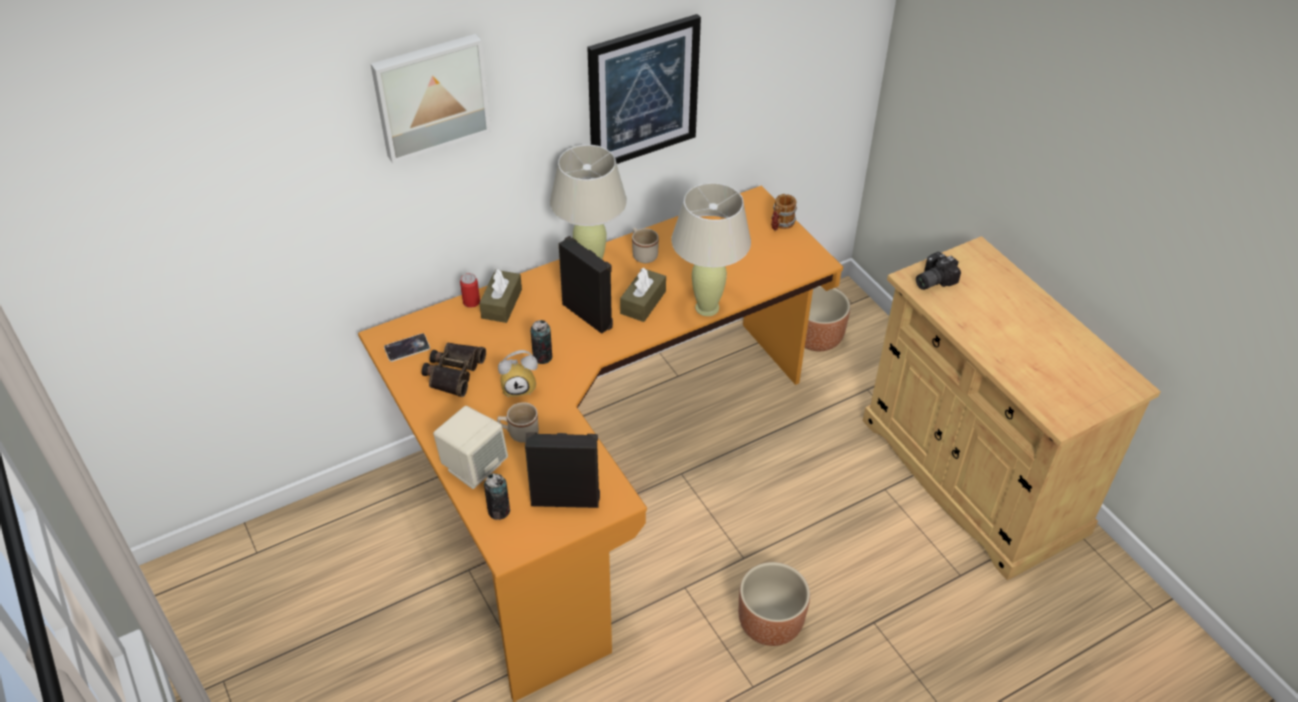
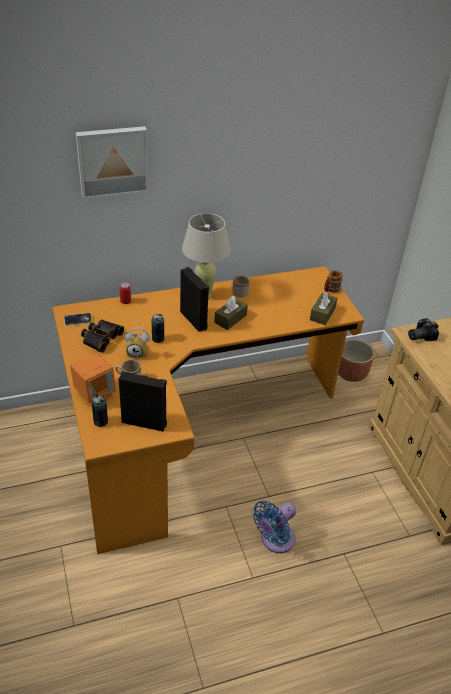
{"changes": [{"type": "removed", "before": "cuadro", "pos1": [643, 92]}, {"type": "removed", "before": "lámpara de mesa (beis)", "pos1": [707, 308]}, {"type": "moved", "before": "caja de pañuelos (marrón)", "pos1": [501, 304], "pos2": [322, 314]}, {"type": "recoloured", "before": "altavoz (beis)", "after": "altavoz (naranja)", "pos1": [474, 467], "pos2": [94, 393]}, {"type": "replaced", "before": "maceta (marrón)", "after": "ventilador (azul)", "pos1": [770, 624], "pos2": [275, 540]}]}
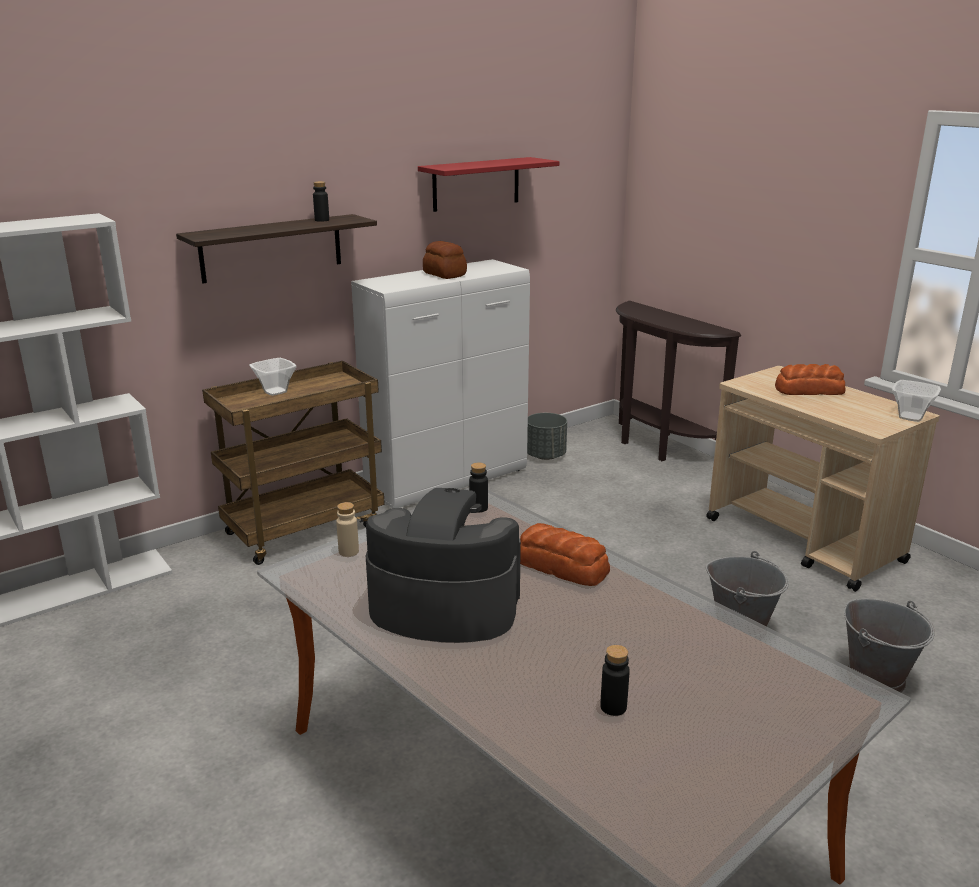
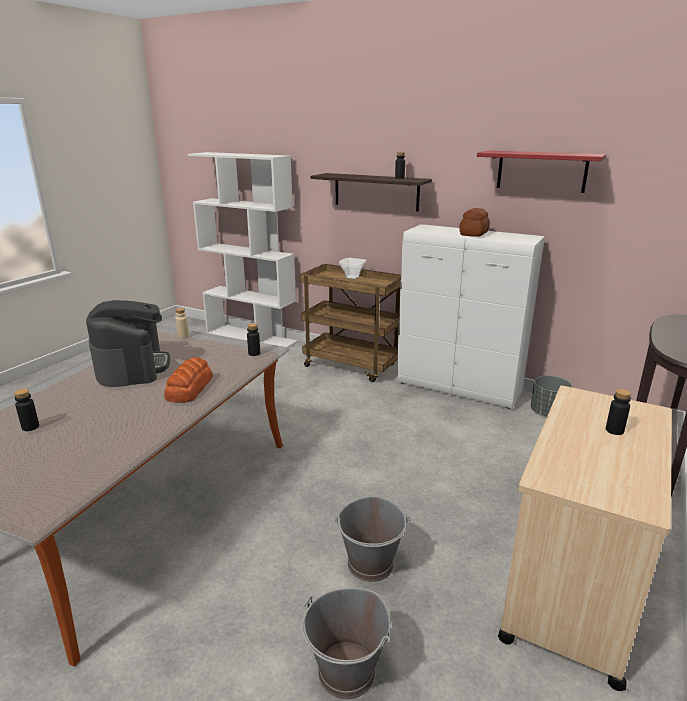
{"changes": [{"type": "replaced", "before": "pan", "after": "botella (negro)", "pos1": [808, 390], "pos2": [614, 430]}, {"type": "removed", "before": "cuenco", "pos1": [909, 417]}]}
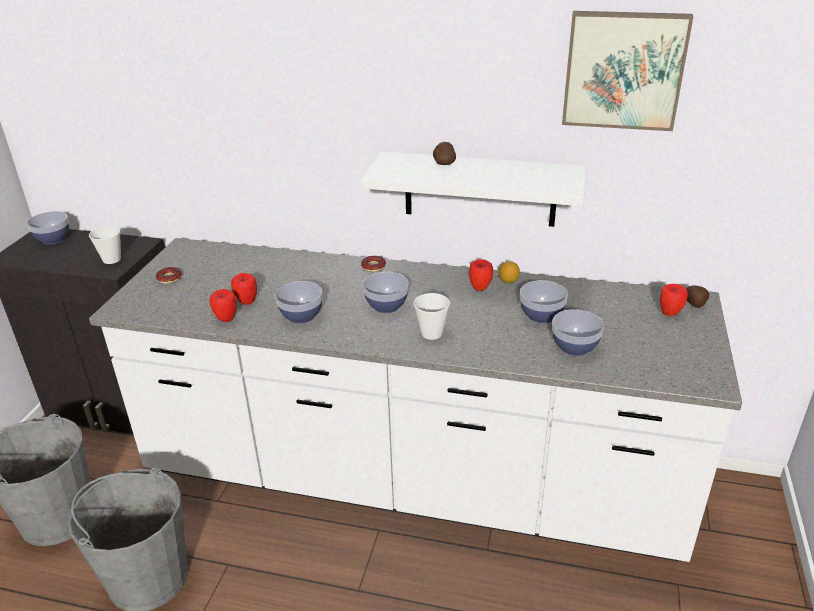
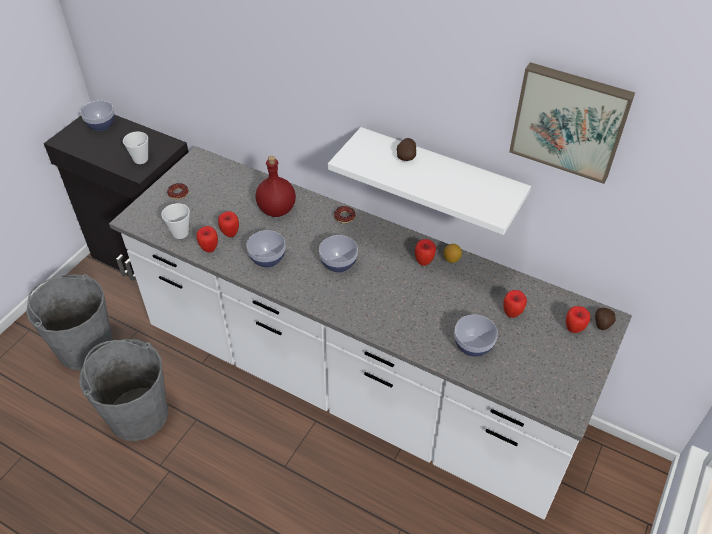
{"changes": [{"type": "removed", "before": "cuenco", "pos1": [541, 315]}, {"type": "moved", "before": "taza", "pos1": [431, 333], "pos2": [180, 233]}, {"type": "added", "after": "botella (rojo)", "pos2": [277, 210]}, {"type": "added", "after": "manzana", "pos2": [512, 313]}]}
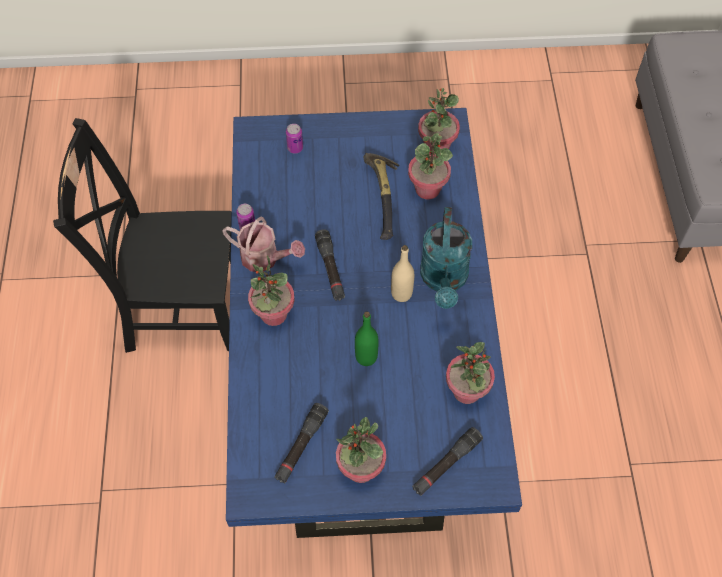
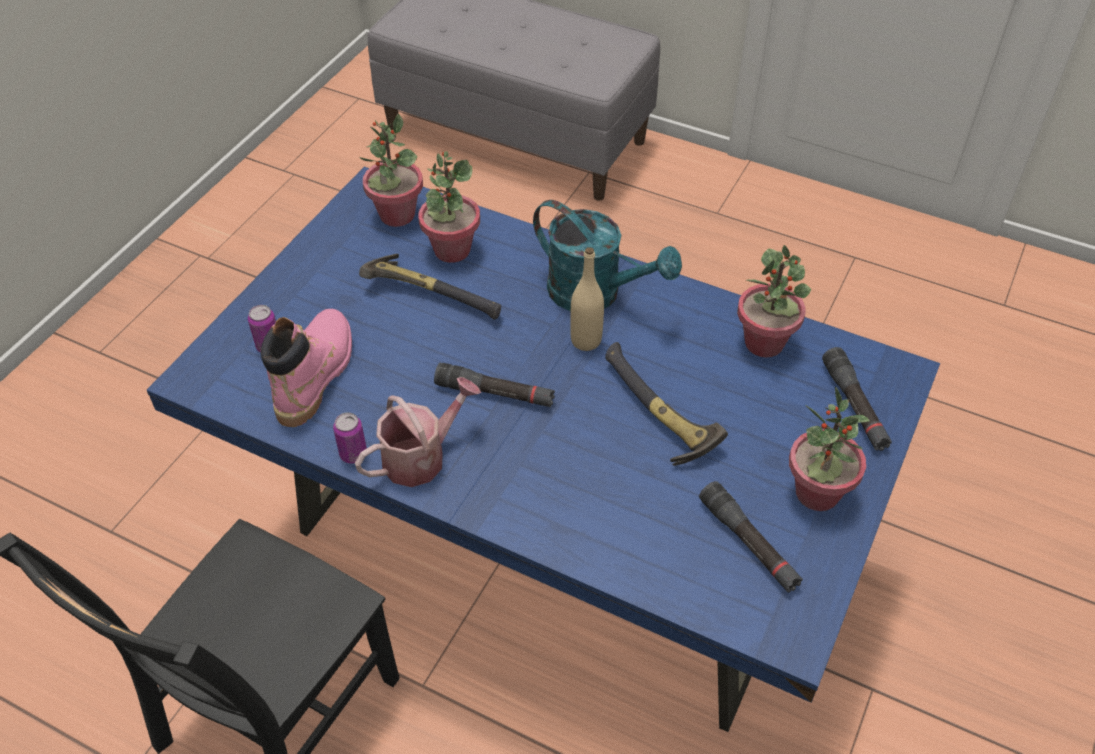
{"changes": [{"type": "removed", "before": "planta en maceta", "pos1": [273, 314]}, {"type": "replaced", "before": "botella (verde)", "after": "martillo", "pos1": [366, 357], "pos2": [655, 415]}, {"type": "added", "after": "bota (rosa)", "pos2": [315, 374]}]}
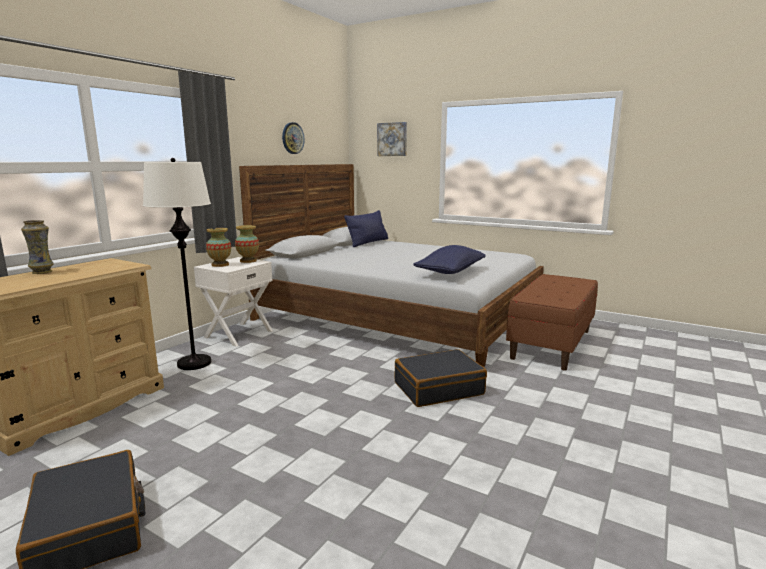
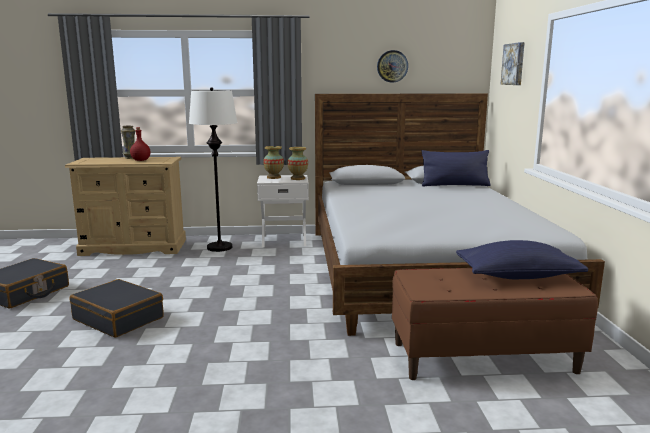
{"changes": [{"type": "moved", "before": "cojín (azul)", "pos1": [450, 271], "pos2": [517, 276]}, {"type": "moved", "before": "maleta (negro)", "pos1": [438, 388], "pos2": [119, 318]}, {"type": "added", "after": "botella (rojo)", "pos2": [140, 160]}]}
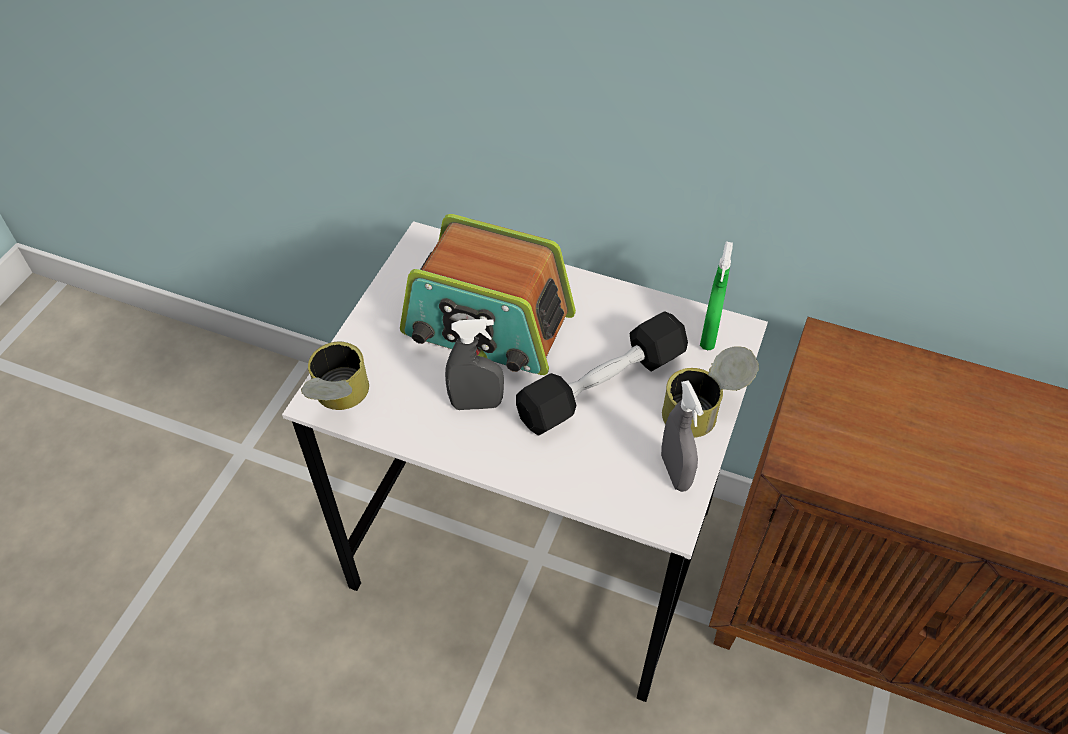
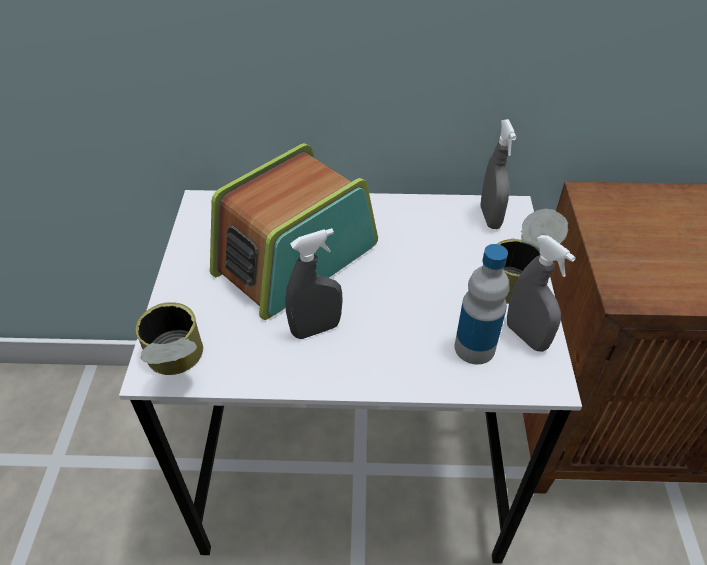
{"changes": [{"type": "turned", "before": "radio", "pos1": [488, 326], "pos2": [295, 259], "turn": 135}, {"type": "recoloured", "before": "pulverizador (verde)", "after": "pulverizador (gris)", "pos1": [709, 335], "pos2": [490, 217]}, {"type": "removed", "before": "mancuerna (negro)", "pos1": [601, 386]}, {"type": "added", "after": "botella", "pos2": [474, 348]}]}
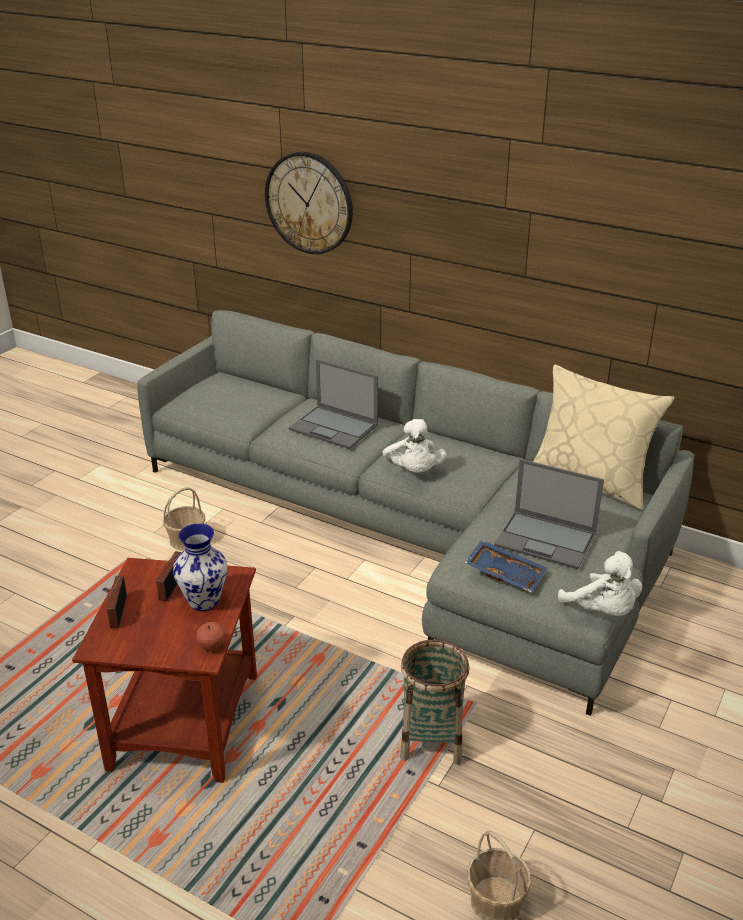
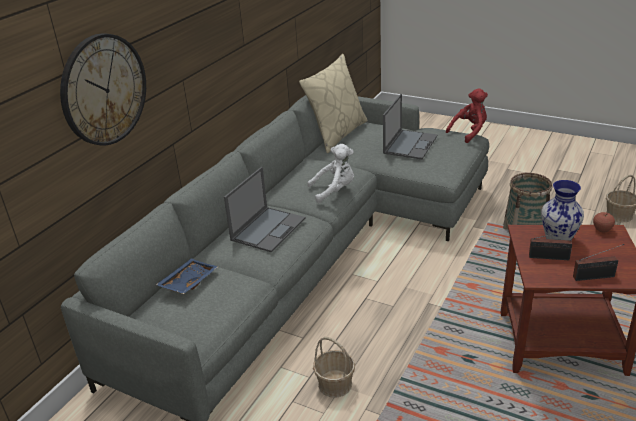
{"changes": [{"type": "moved", "before": "bandeja (azul)", "pos1": [505, 573], "pos2": [188, 282]}, {"type": "recoloured", "before": "peluche (blanco)", "after": "peluche (rojo)", "pos1": [603, 611], "pos2": [469, 132]}]}
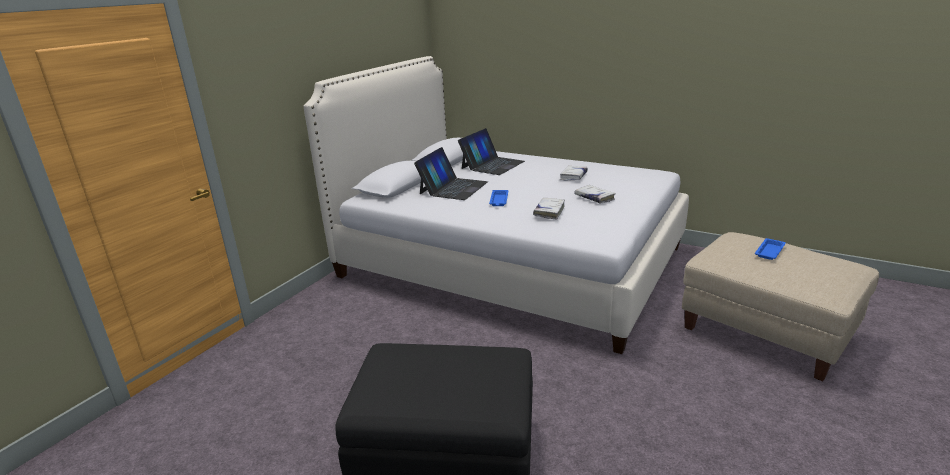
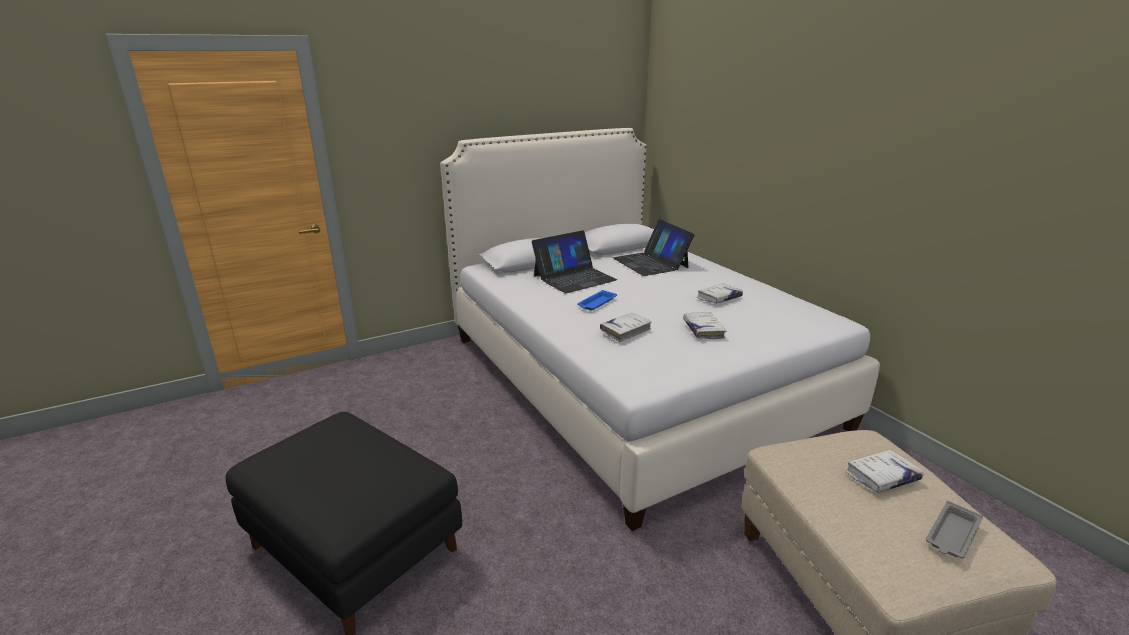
{"changes": [{"type": "turned", "before": "portátil", "pos1": [492, 165], "pos2": [650, 263], "turn": 90}, {"type": "replaced", "before": "bandeja (azul)", "after": "libro (blanco)", "pos1": [770, 251], "pos2": [882, 477]}, {"type": "added", "after": "bandeja (gris)", "pos2": [952, 534]}]}
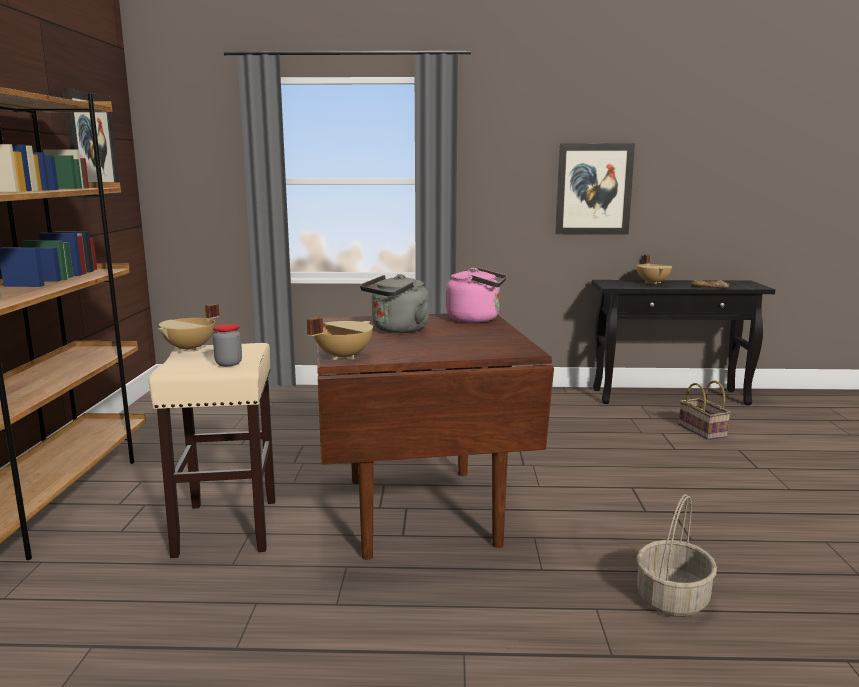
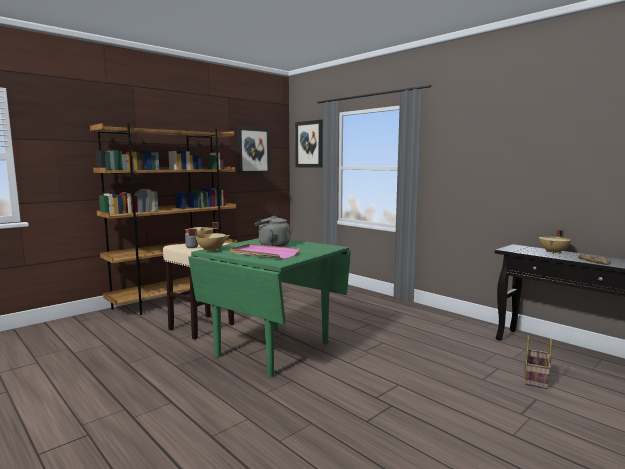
{"changes": [{"type": "moved", "before": "cuadro", "pos1": [593, 189], "pos2": [309, 144]}, {"type": "removed", "before": "hervidor (rosa)", "pos1": [476, 319]}, {"type": "recoloured", "before": "mesa de comedor (marrón)", "after": "mesa de comedor (verde)", "pos1": [422, 510], "pos2": [274, 349]}, {"type": "removed", "before": "cesta", "pos1": [672, 598]}, {"type": "added", "after": "bandeja (rosa)", "pos2": [263, 254]}]}
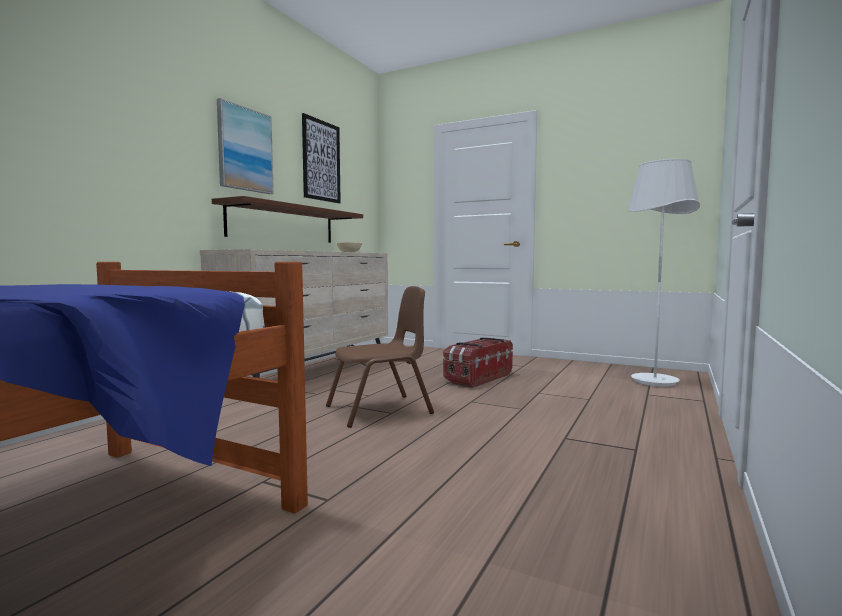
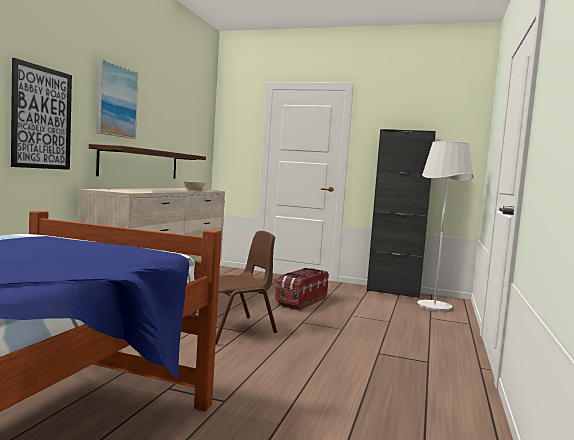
{"changes": [{"type": "moved", "before": "cuadro", "pos1": [321, 161], "pos2": [42, 118]}, {"type": "added", "after": "armario (negro)", "pos2": [393, 292]}]}
